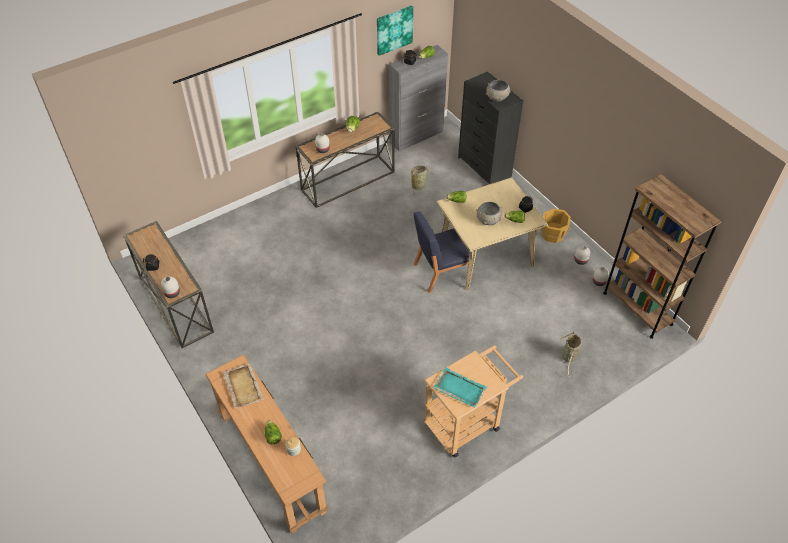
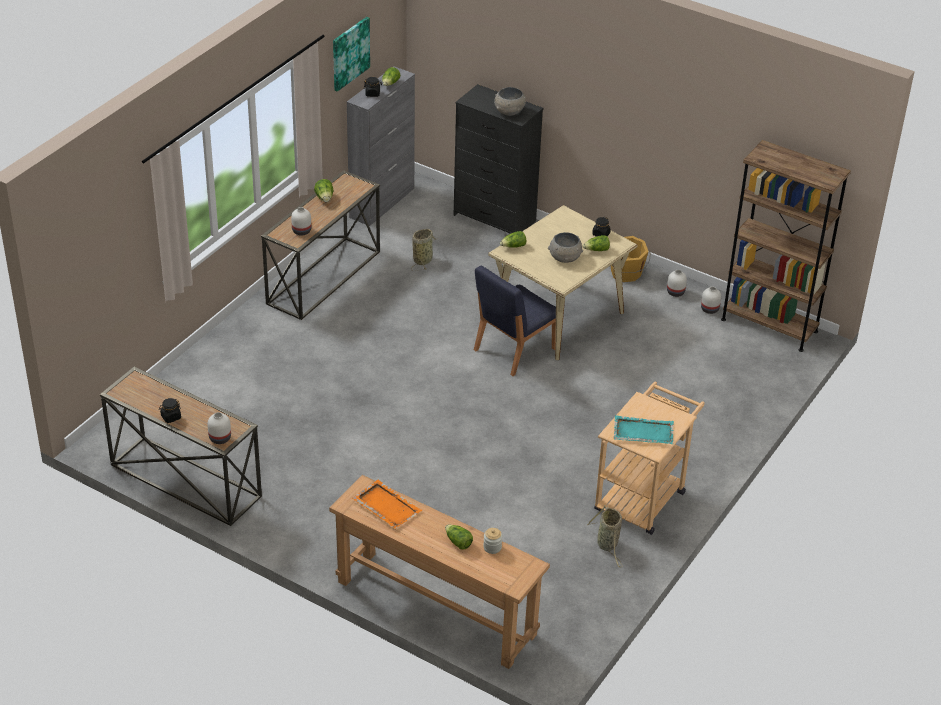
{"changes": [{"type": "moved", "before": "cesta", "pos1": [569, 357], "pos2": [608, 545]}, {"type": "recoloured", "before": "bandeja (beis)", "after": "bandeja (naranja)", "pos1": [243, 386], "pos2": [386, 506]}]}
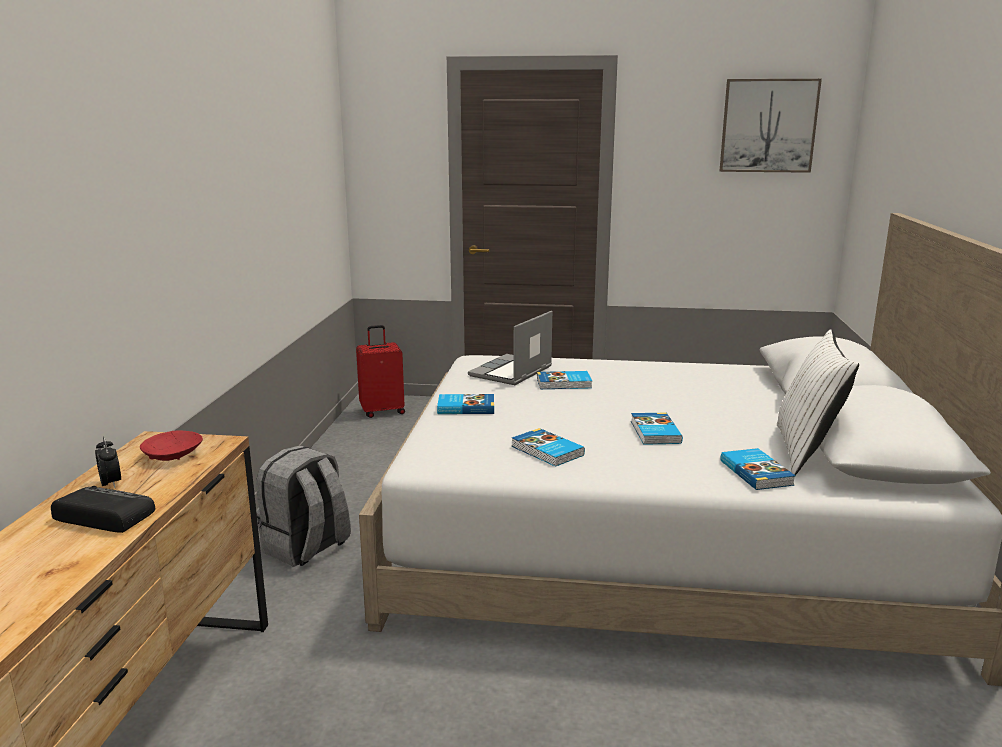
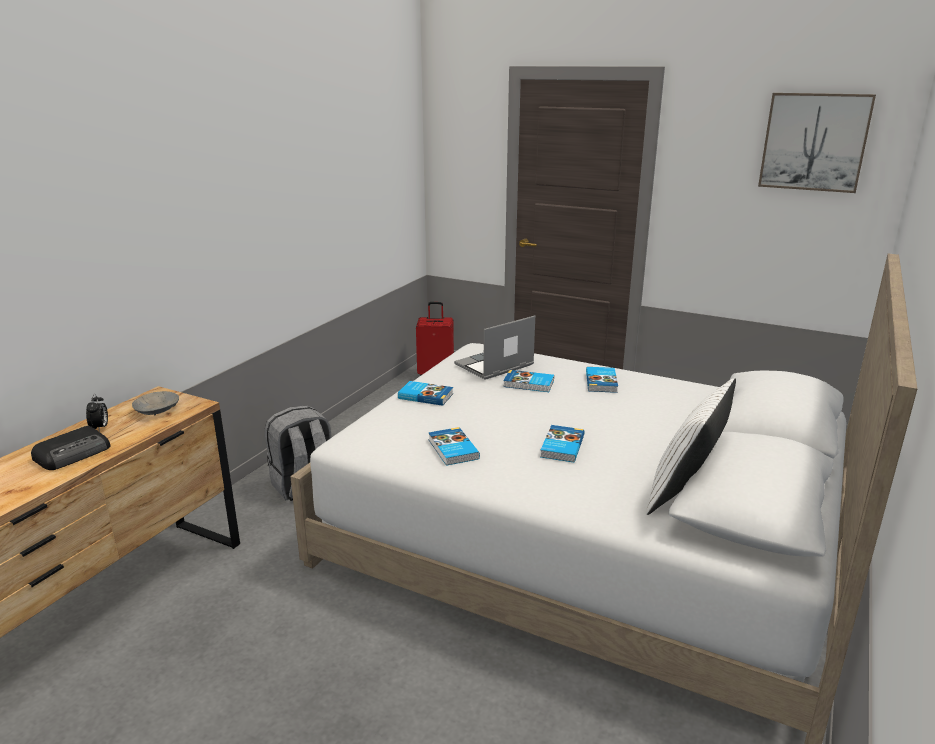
{"changes": [{"type": "recoloured", "before": "cuenco (rojo)", "after": "cuenco (gris)", "pos1": [172, 455], "pos2": [156, 410]}, {"type": "moved", "before": "libro", "pos1": [757, 472], "pos2": [602, 382]}, {"type": "turned", "before": "radio", "pos1": [103, 516], "pos2": [74, 453], "turn": 90}]}
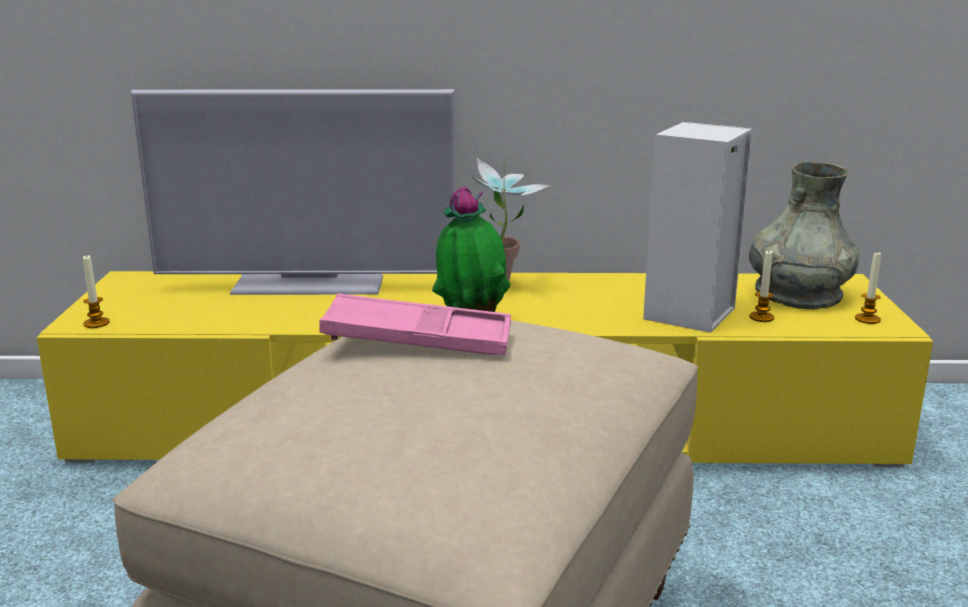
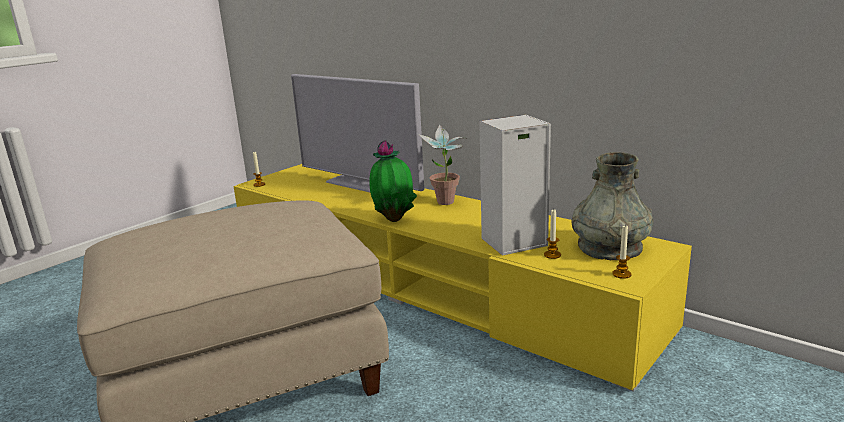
{"changes": [{"type": "removed", "before": "bandeja (rosa)", "pos1": [418, 339]}]}
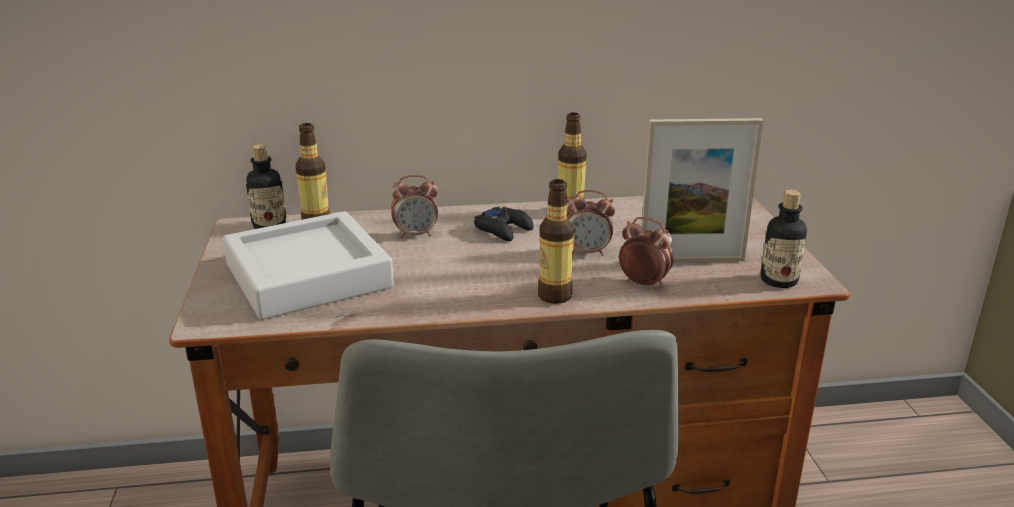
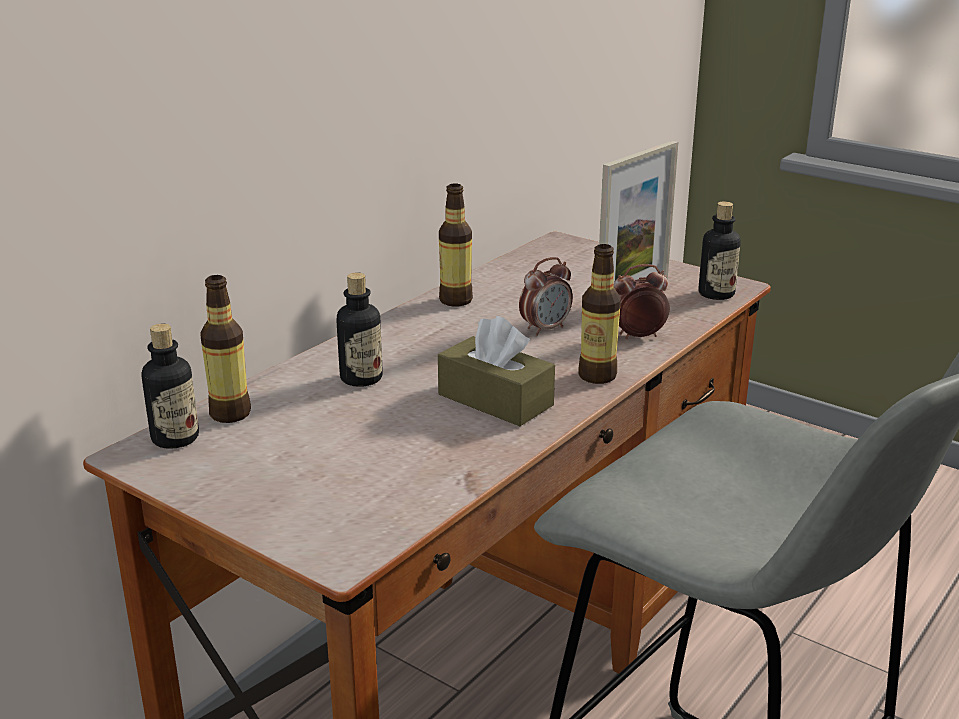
{"changes": [{"type": "replaced", "before": "despertador", "after": "botella", "pos1": [416, 234], "pos2": [361, 378]}, {"type": "removed", "before": "mando de consola (negro)", "pos1": [504, 230]}, {"type": "removed", "before": "bandeja (gris)", "pos1": [308, 276]}, {"type": "added", "after": "caja de pañuelos (marrón)", "pos2": [495, 400]}]}
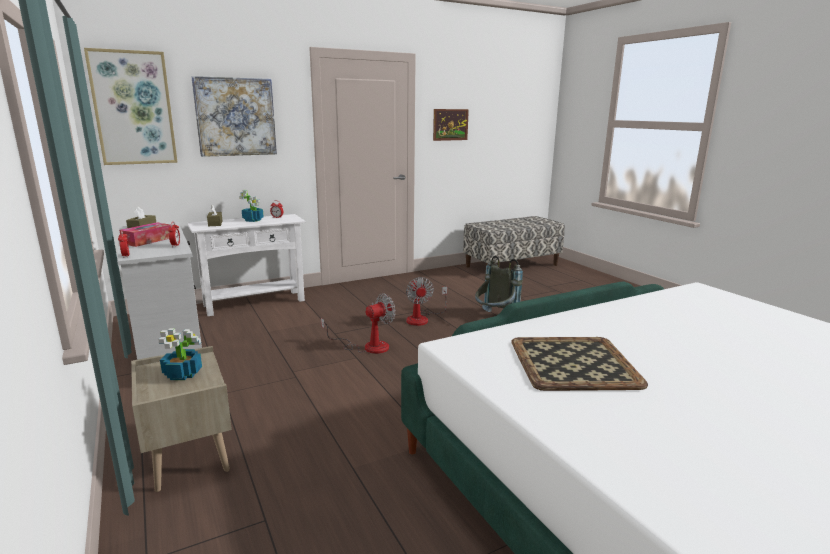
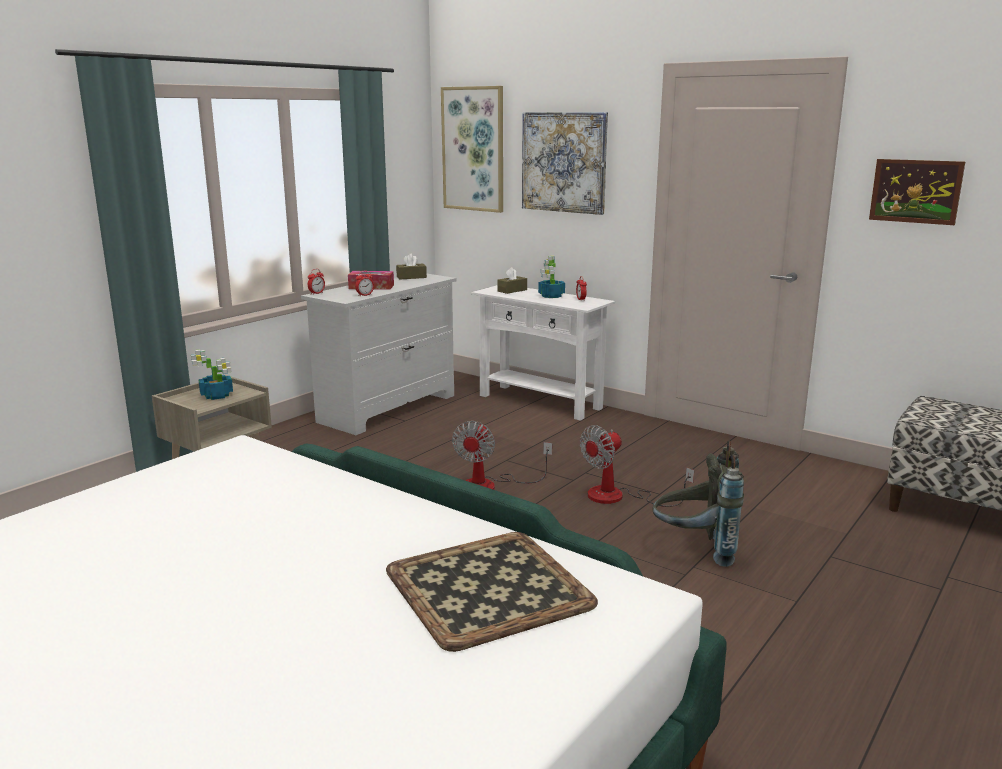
{"changes": [{"type": "turned", "before": "ventilador", "pos1": [367, 346], "pos2": [490, 485], "turn": 75}, {"type": "moved", "before": "bandeja", "pos1": [572, 363], "pos2": [489, 587]}]}
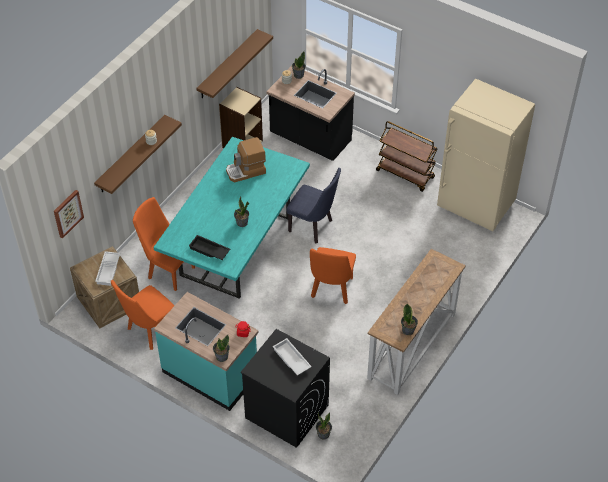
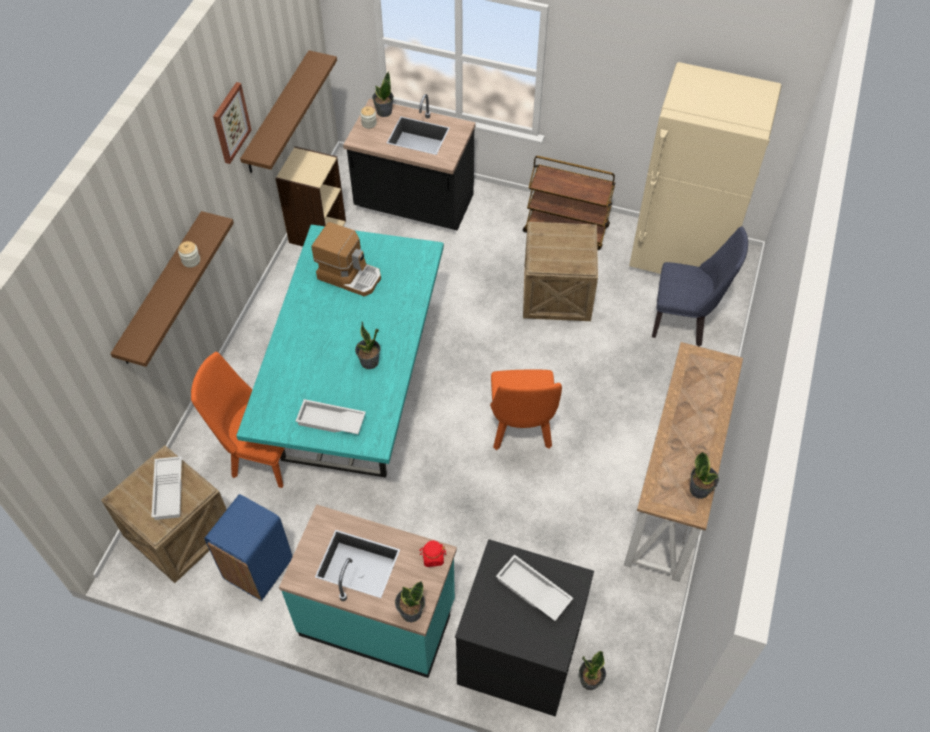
{"changes": [{"type": "turned", "before": "cafetera", "pos1": [246, 171], "pos2": [350, 275], "turn": -120}, {"type": "moved", "before": "silla (azul)", "pos1": [314, 227], "pos2": [685, 322]}, {"type": "moved", "before": "cuadro", "pos1": [67, 213], "pos2": [230, 122]}, {"type": "recoloured", "before": "bandeja (negro)", "after": "bandeja (blanco)", "pos1": [209, 250], "pos2": [330, 421]}, {"type": "replaced", "before": "silla (naranja)", "after": "papelera (azul)", "pos1": [149, 332], "pos2": [257, 569]}, {"type": "added", "after": "caja de embalaje", "pos2": [557, 293]}]}
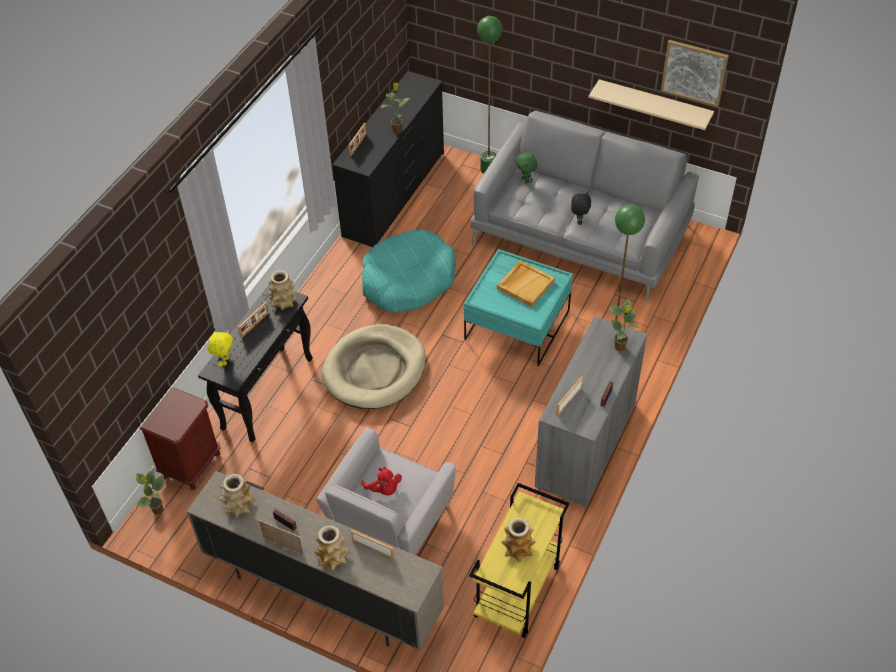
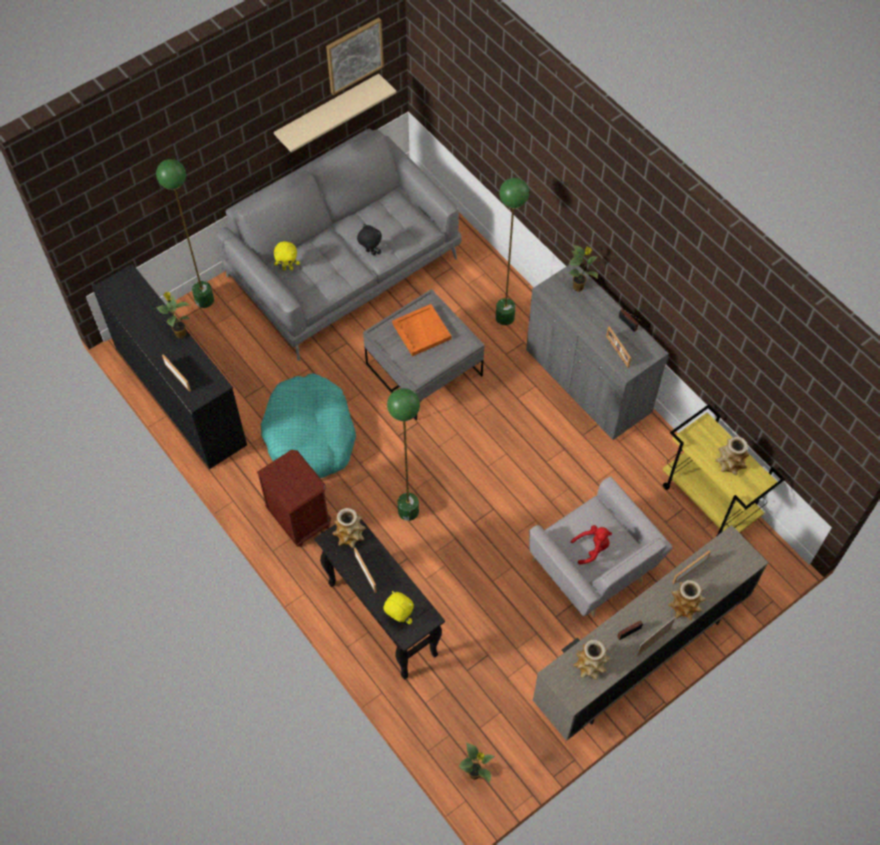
{"changes": [{"type": "recoloured", "before": "peluche (verde)", "after": "peluche (amarillo)", "pos1": [525, 180], "pos2": [288, 268]}, {"type": "recoloured", "before": "mesa de centro (turquesa)", "after": "mesa de centro (gris)", "pos1": [517, 325], "pos2": [424, 370]}, {"type": "recoloured", "before": "bandeja (beis)", "after": "bandeja (naranja)", "pos1": [525, 284], "pos2": [421, 331]}, {"type": "replaced", "before": "cama para perro (beis)", "after": "lámpara de pie (verde)", "pos1": [375, 370], "pos2": [408, 511]}, {"type": "moved", "before": "mesita de noche (marrón)", "pos1": [191, 464], "pos2": [300, 519]}]}
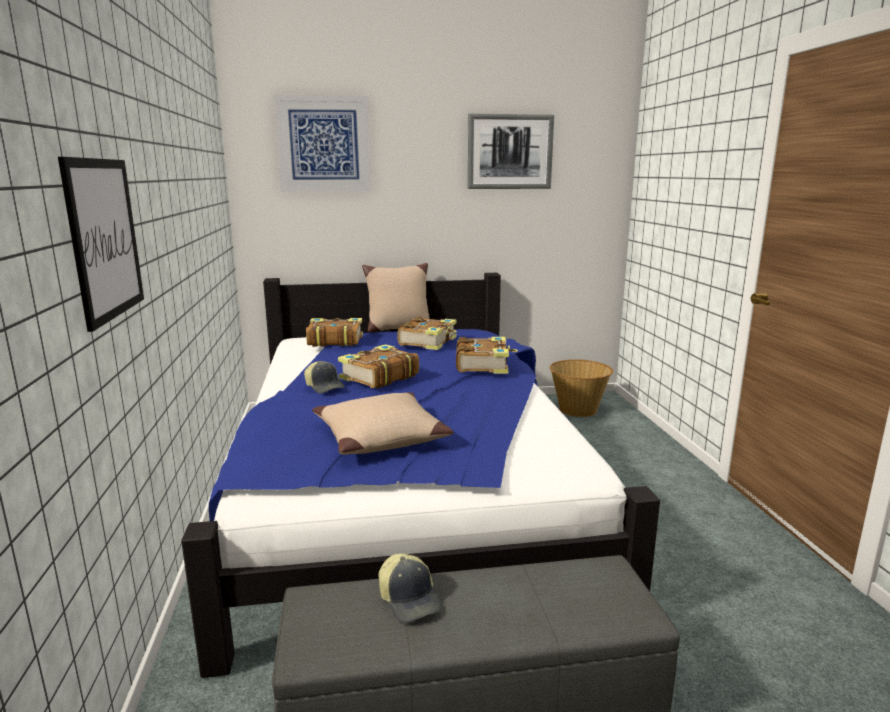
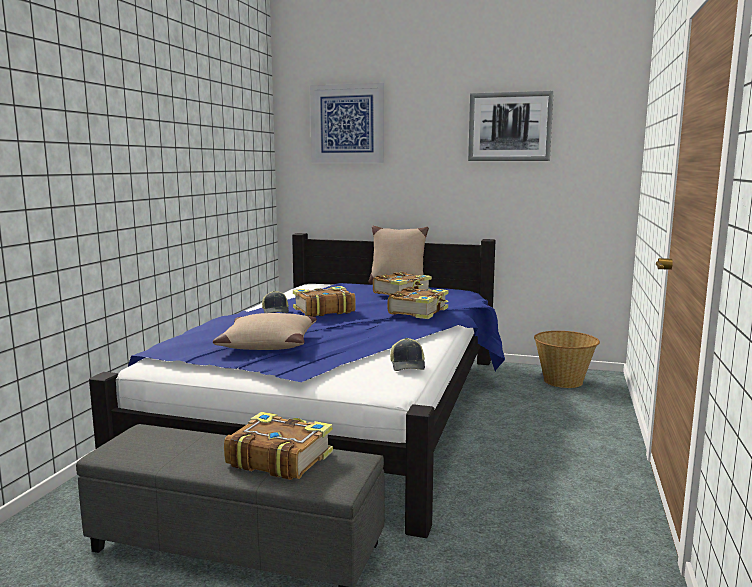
{"changes": [{"type": "removed", "before": "cuadro", "pos1": [104, 238]}, {"type": "moved", "before": "libro", "pos1": [334, 341], "pos2": [279, 458]}, {"type": "moved", "before": "gorra", "pos1": [410, 599], "pos2": [408, 366]}]}
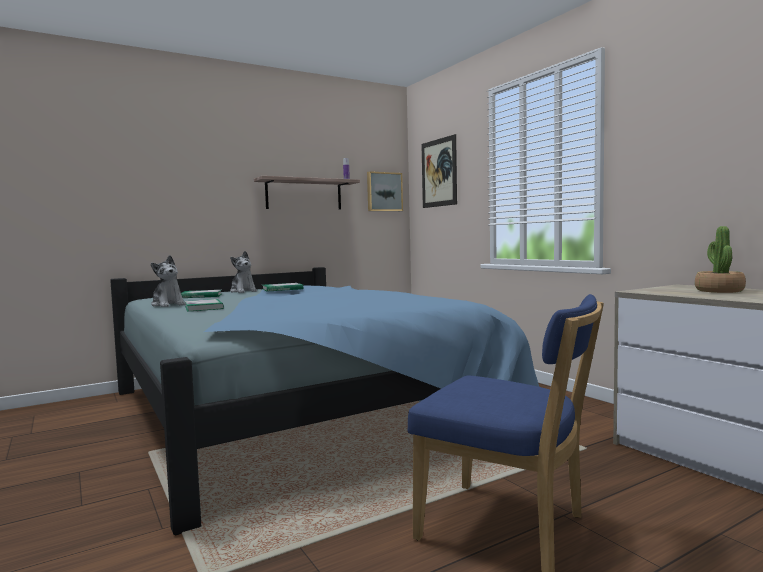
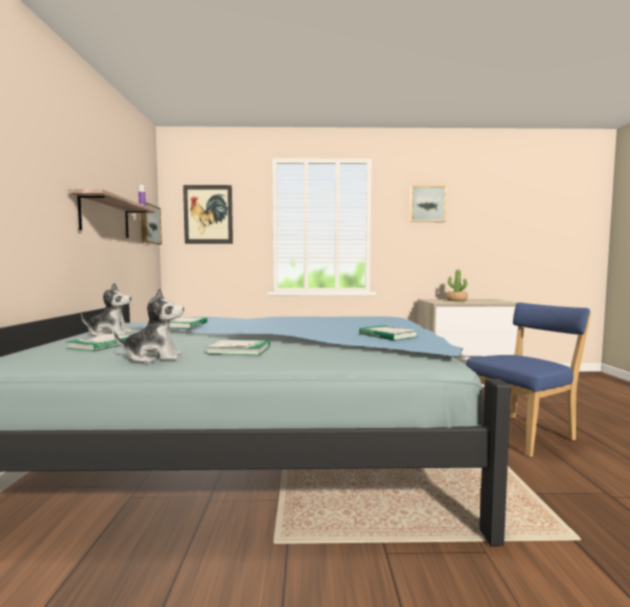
{"changes": [{"type": "added", "after": "cuadro", "pos2": [427, 204]}, {"type": "added", "after": "libro", "pos2": [388, 335]}]}
